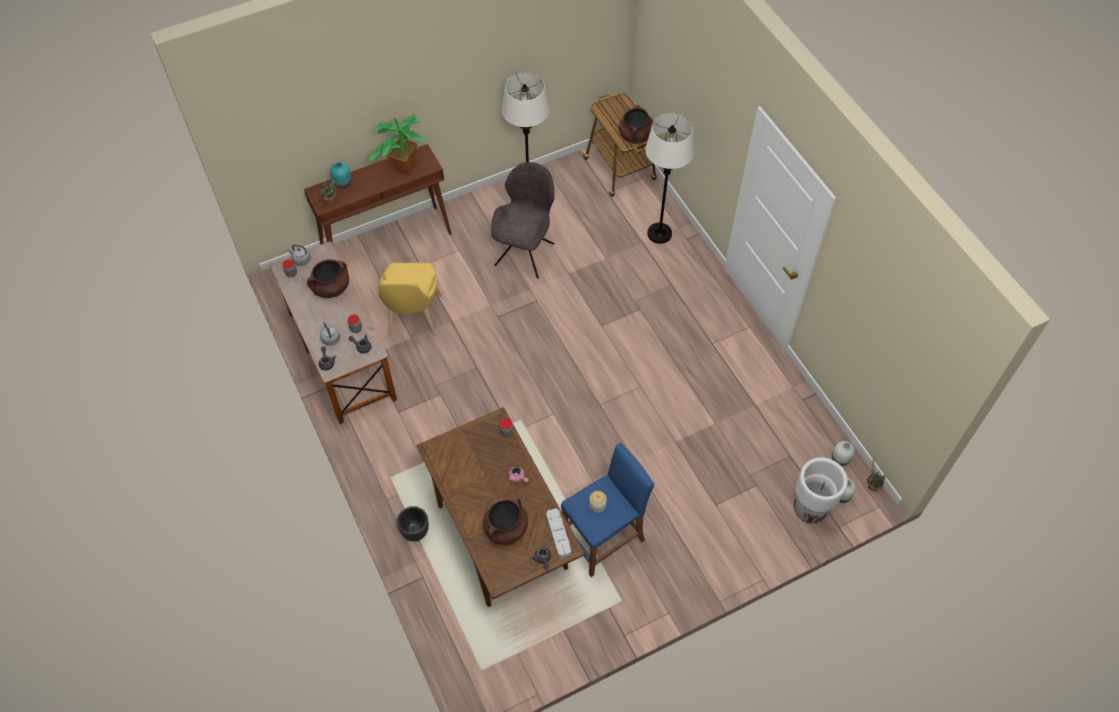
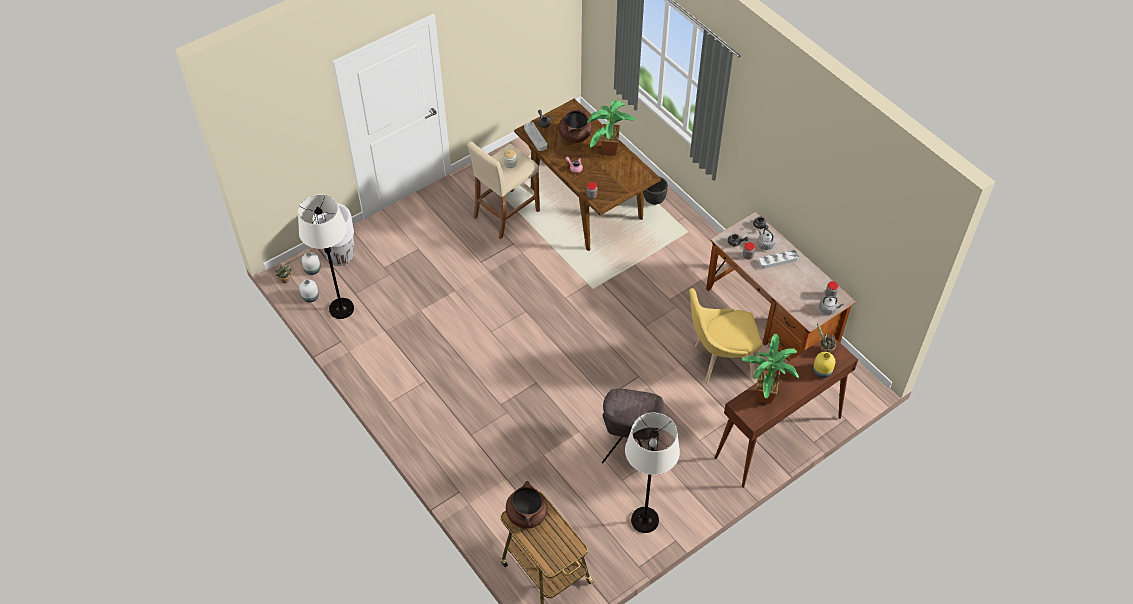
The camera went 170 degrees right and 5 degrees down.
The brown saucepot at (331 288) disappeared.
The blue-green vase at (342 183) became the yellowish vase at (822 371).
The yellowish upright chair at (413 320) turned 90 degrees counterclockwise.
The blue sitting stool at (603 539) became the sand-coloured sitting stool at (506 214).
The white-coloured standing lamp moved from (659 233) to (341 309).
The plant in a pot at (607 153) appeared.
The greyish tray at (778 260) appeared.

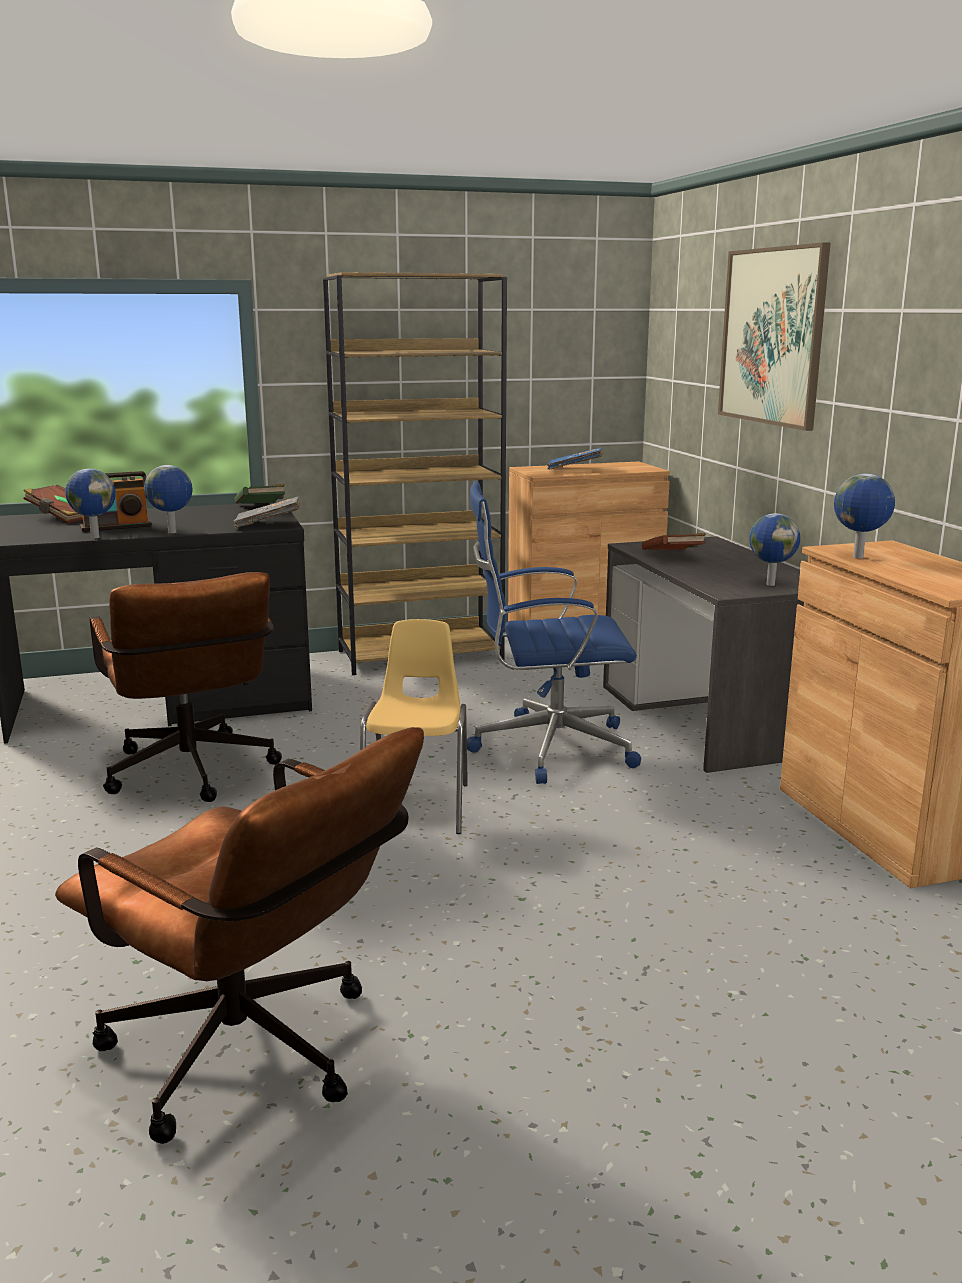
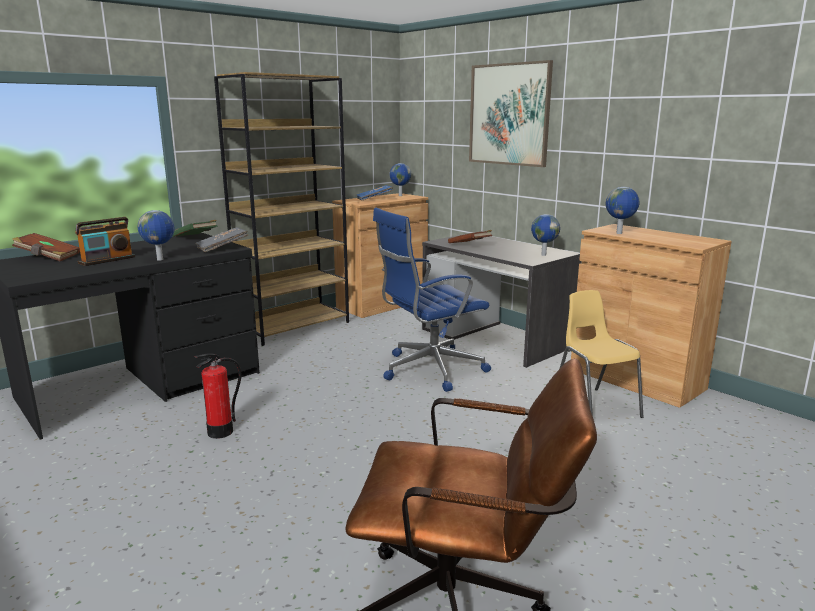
The camera went 25 degrees left and 0 degrees up.
The world globe moved from (94 537) to (400 196).
The brown desk chair at (193 776) was replaced by the fire-fighting cylinder at (220 432).
The yellowish upright chair moved from (418 806) to (594 407).

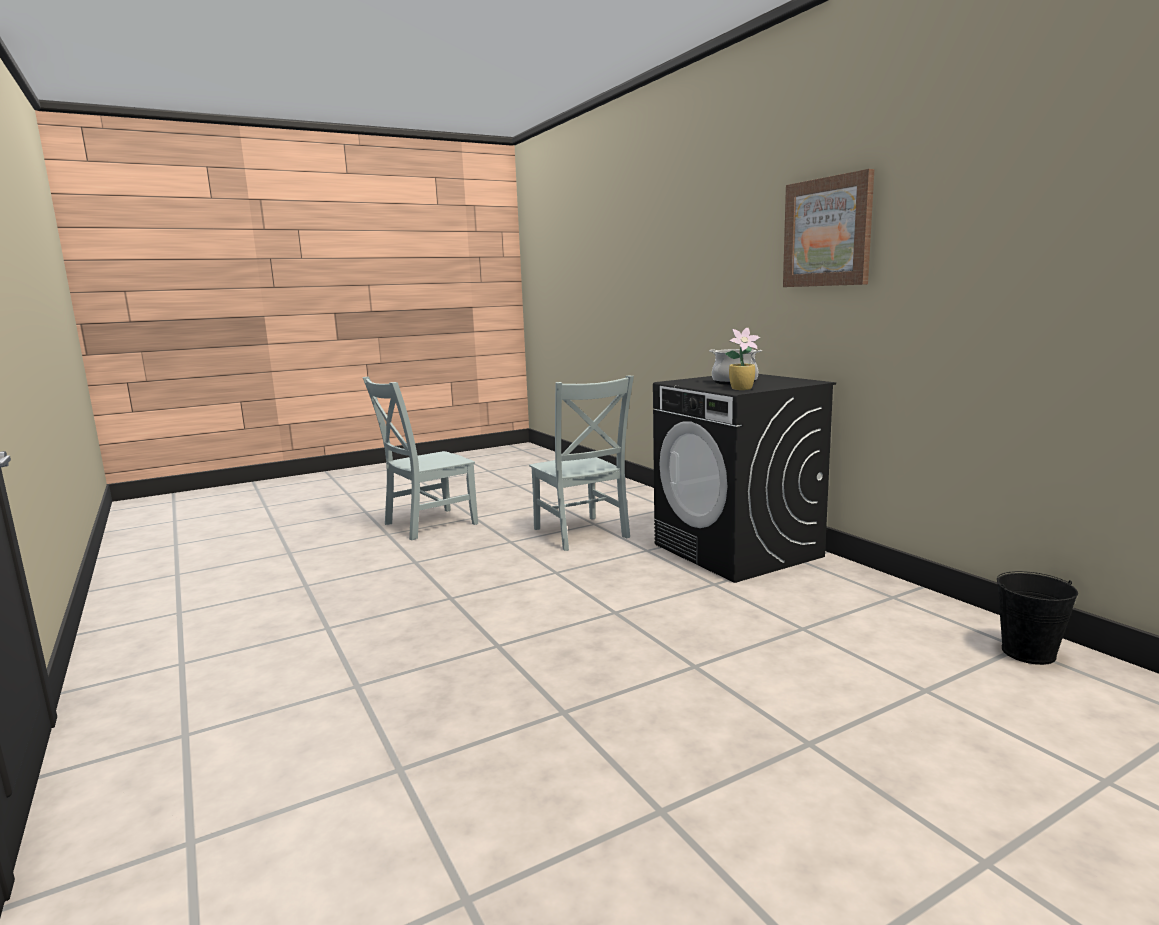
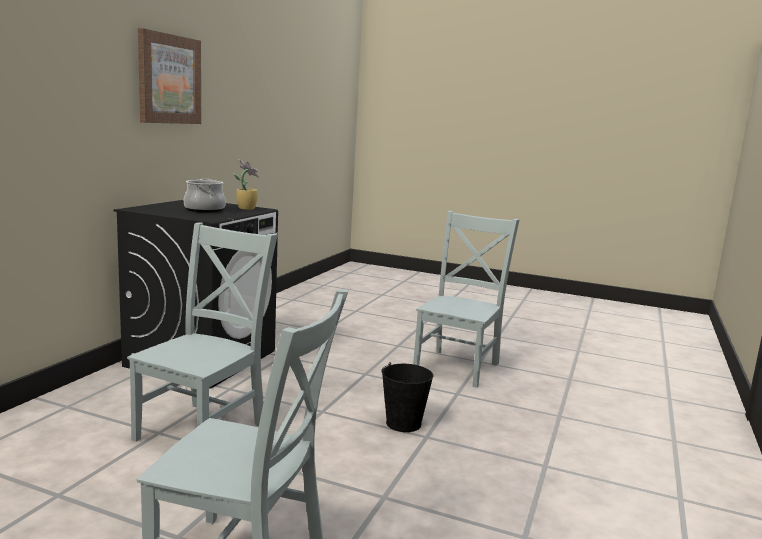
The camera went 130 degrees left and 0 degrees up.
The blackish water bucket moved from (1028 653) to (403 423).
The greyish upright chair at (458 366) appeared.

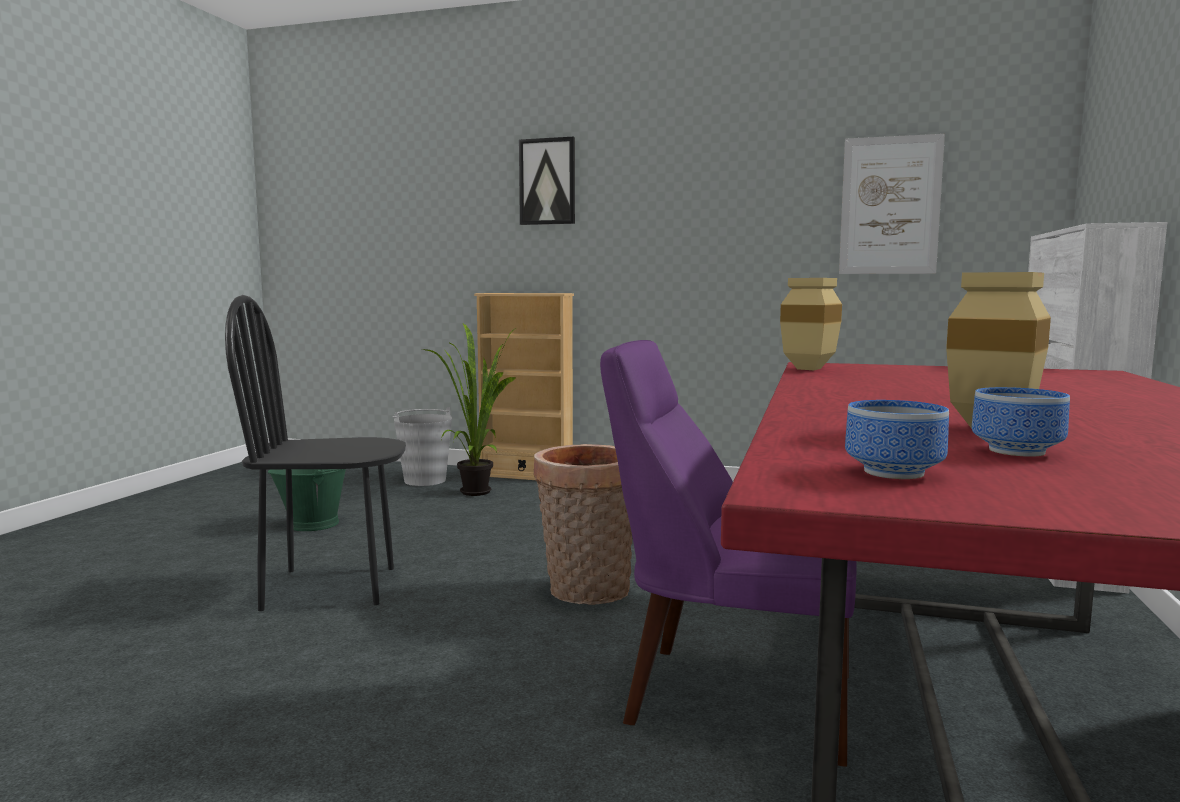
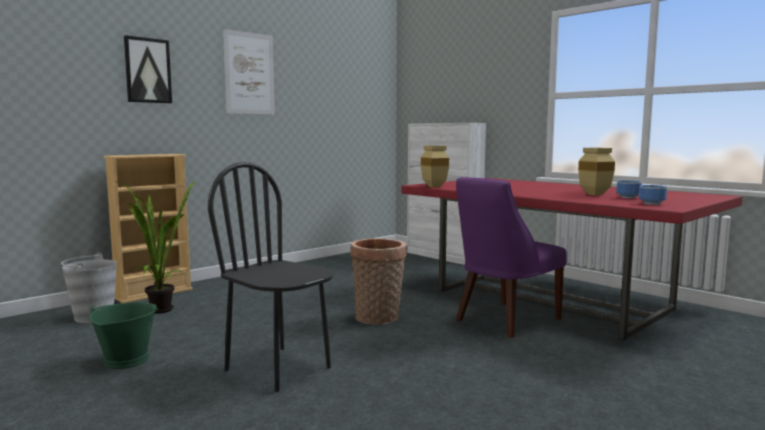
The camera went 60 degrees left and 0 degrees up.
The blackish upright chair at (330 587) turned 105 degrees clockwise.
The wall art moved from (890 206) to (249 73).

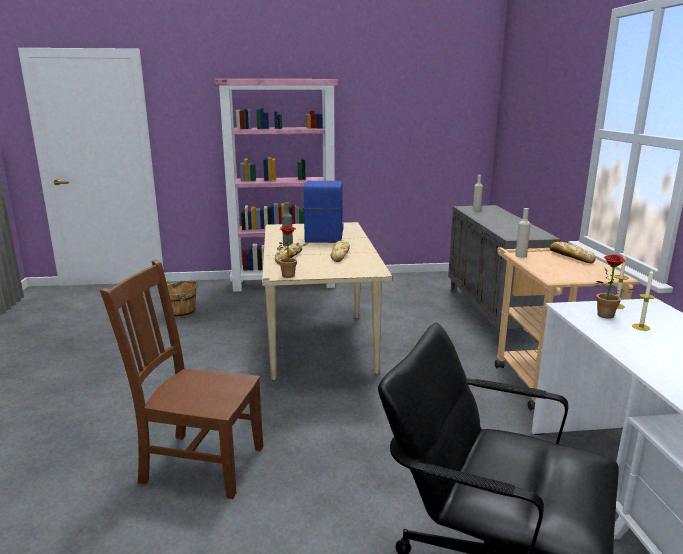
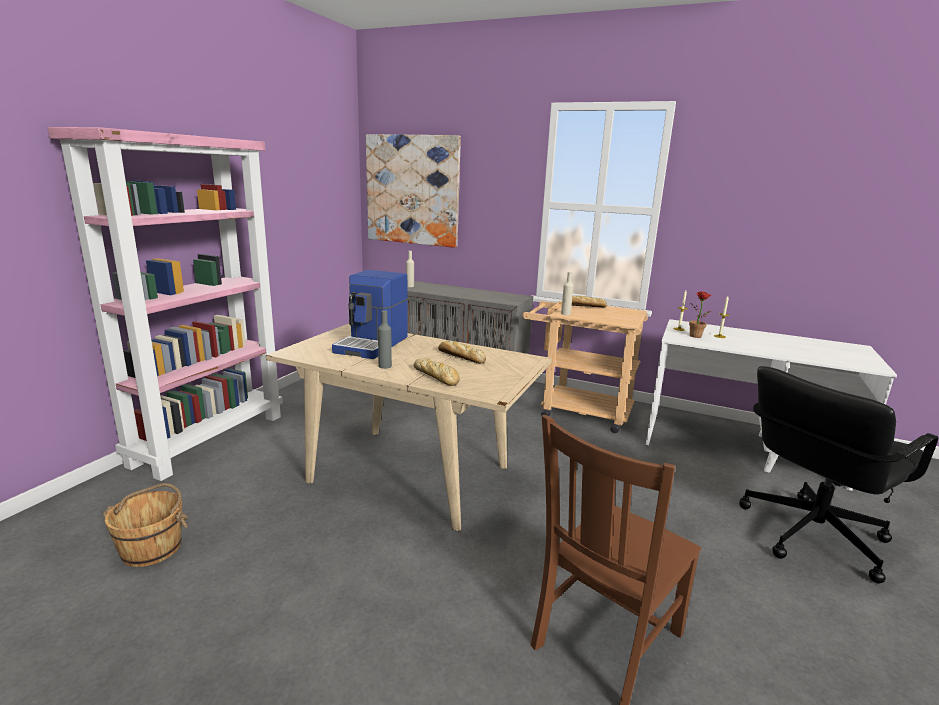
The camera went 60 degrees left and 0 degrees up.
The plant in a pot at (291 275) disappeared.
The coffee machine at (324 235) turned 105 degrees counterclockwise.
The wall art at (412 190) appeared.

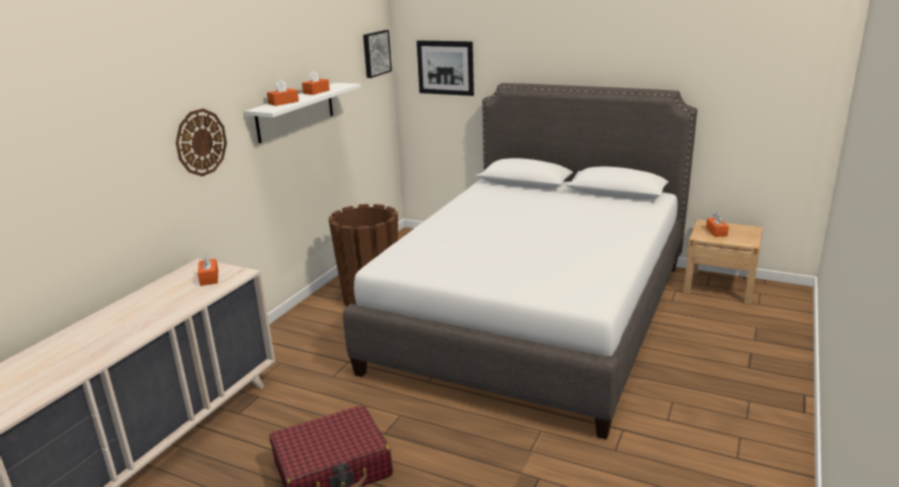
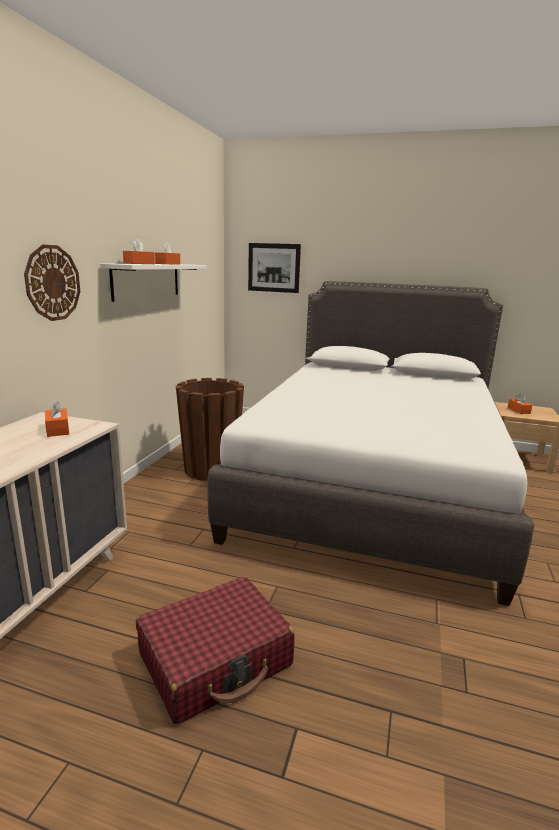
The camera went 10 degrees left and 5 degrees down.
The wall art at (375 53) disappeared.

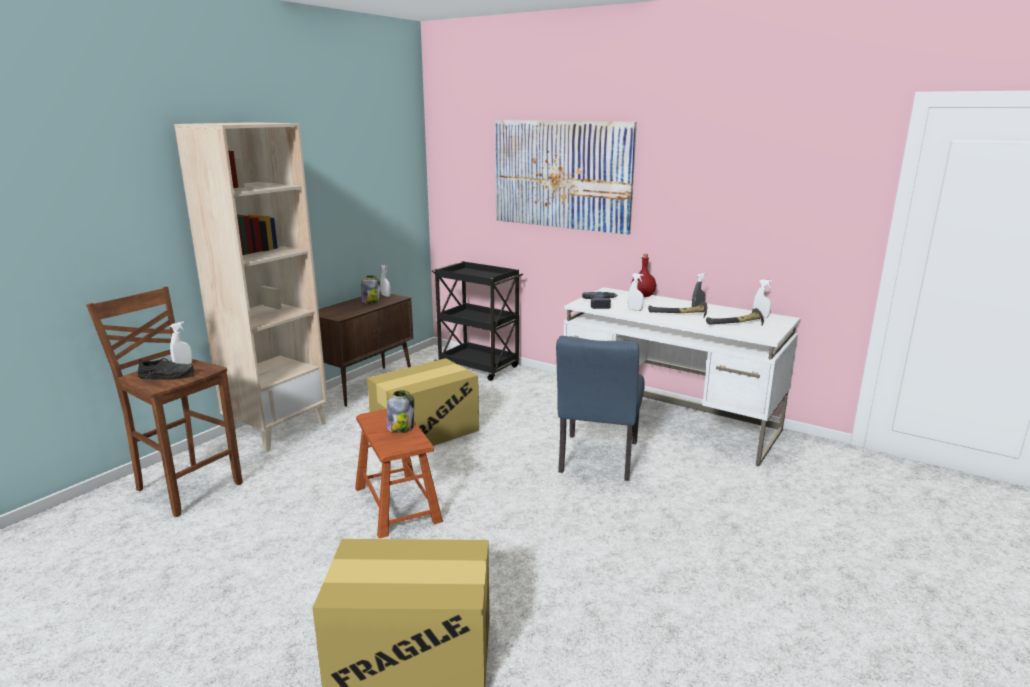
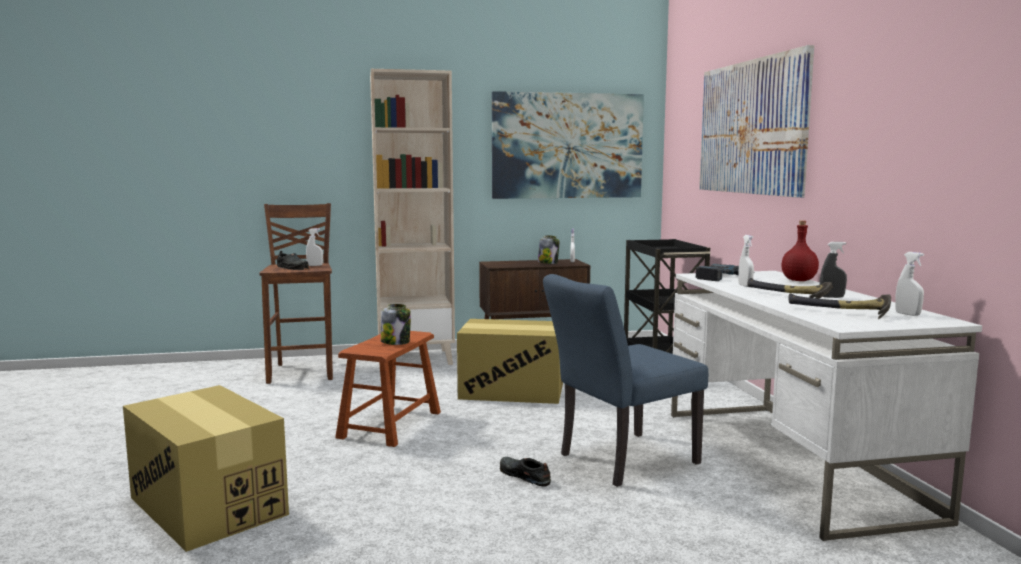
The camera went 45 degrees right and 10 degrees down.
The wall art at (567 146) appeared.
The blackish shoe at (524 476) appeared.

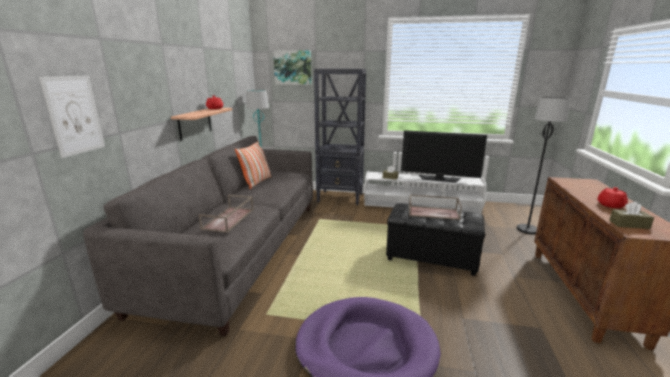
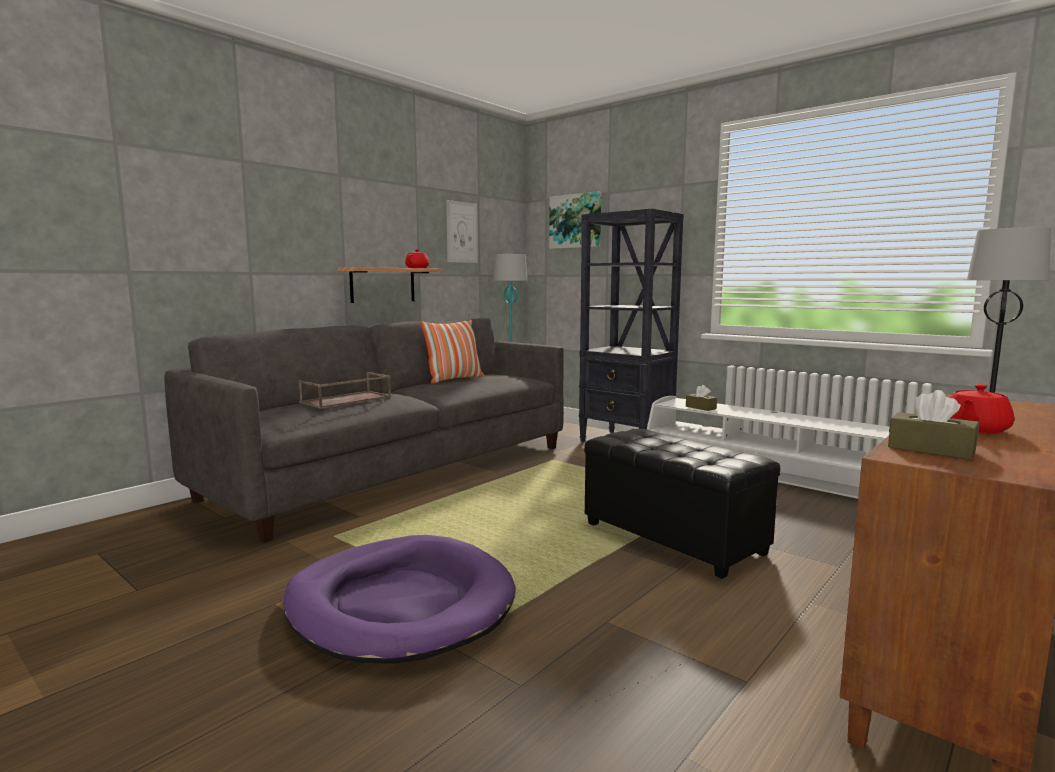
The camera went 30 degrees right and 10 degrees down.
The wall art moved from (74 115) to (462 232).
The TV at (439 179) disappeared.
The brown tray at (433 212) disappeared.

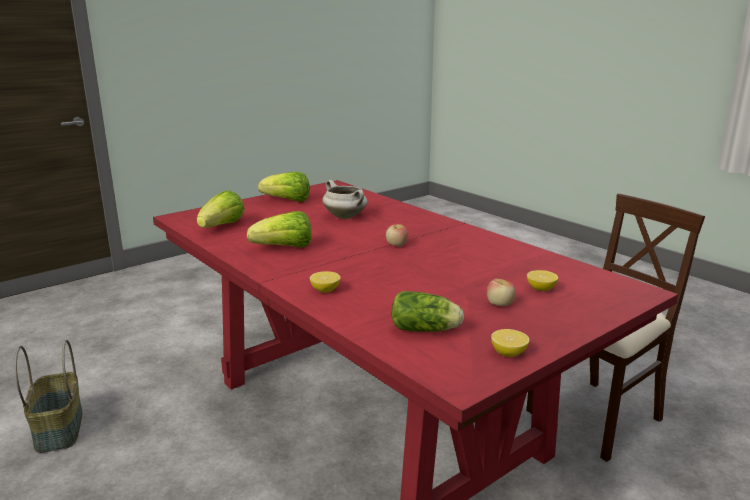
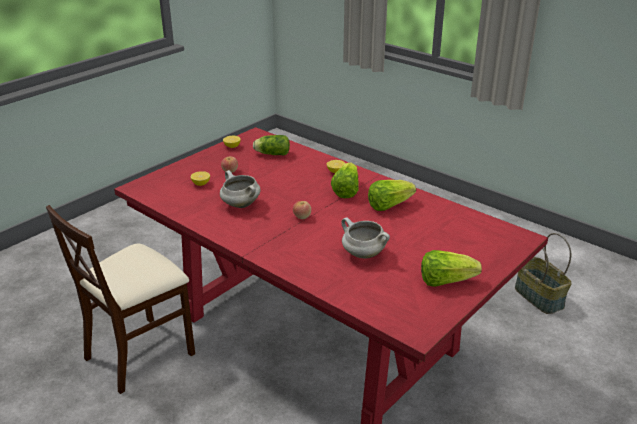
The camera went 170 degrees right and 10 degrees up.
The head of lettuce moved from (222 226) to (346 190).
The white-coloured saucepot at (240 205) appeared.

